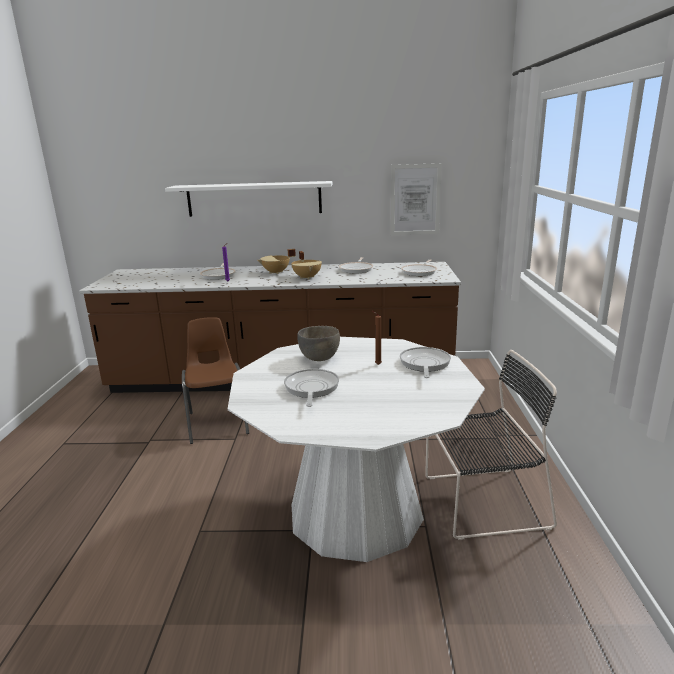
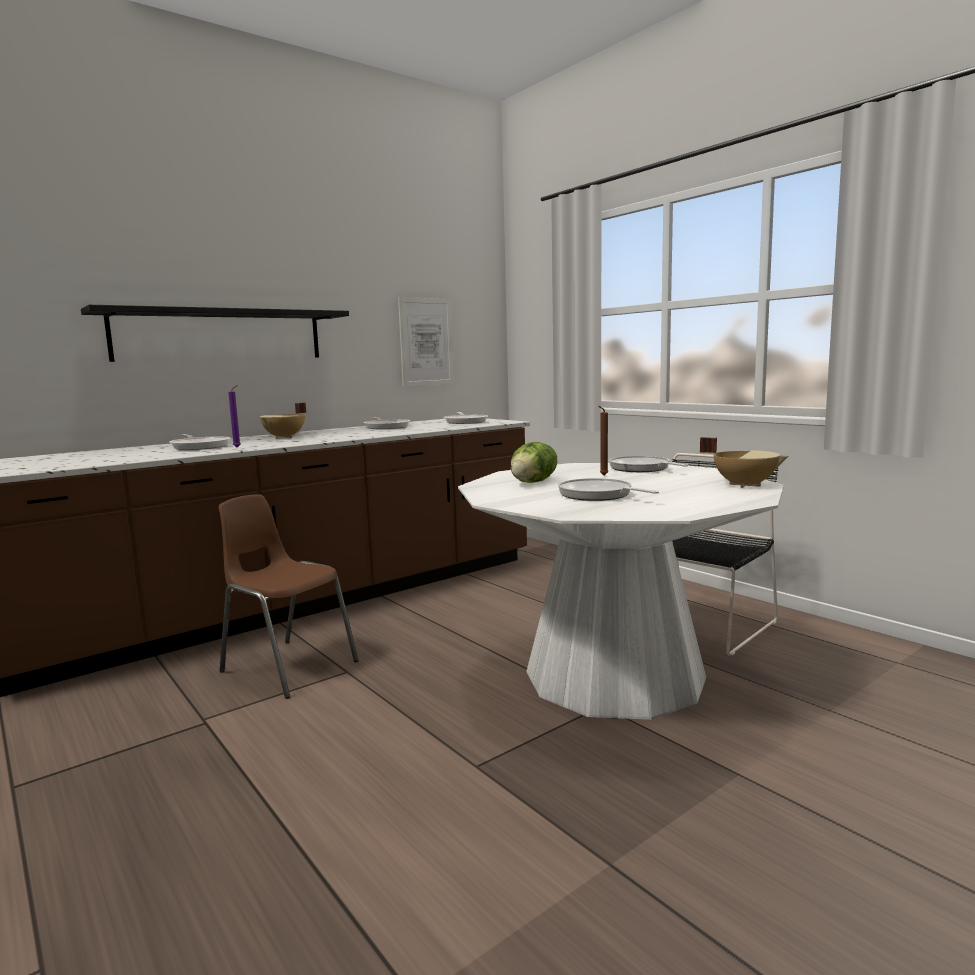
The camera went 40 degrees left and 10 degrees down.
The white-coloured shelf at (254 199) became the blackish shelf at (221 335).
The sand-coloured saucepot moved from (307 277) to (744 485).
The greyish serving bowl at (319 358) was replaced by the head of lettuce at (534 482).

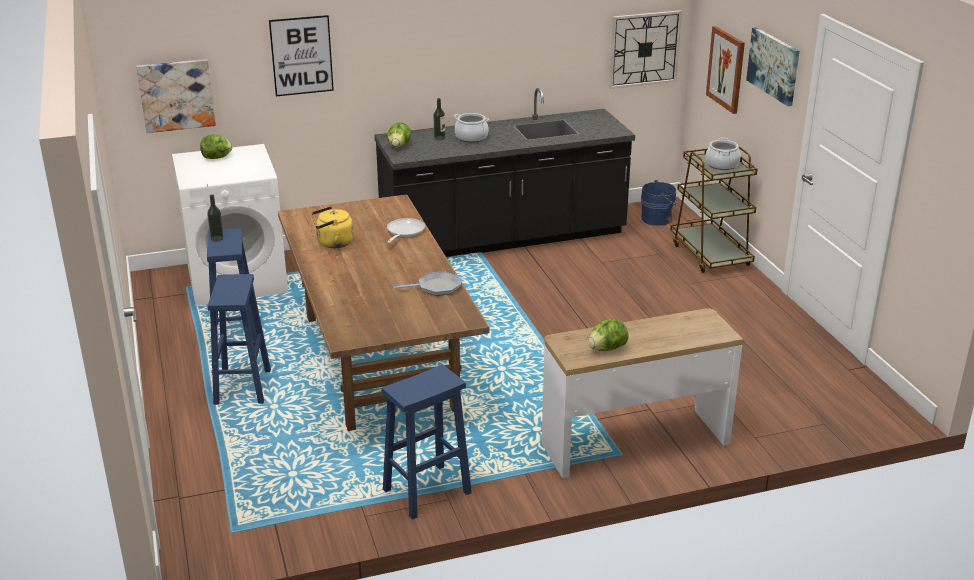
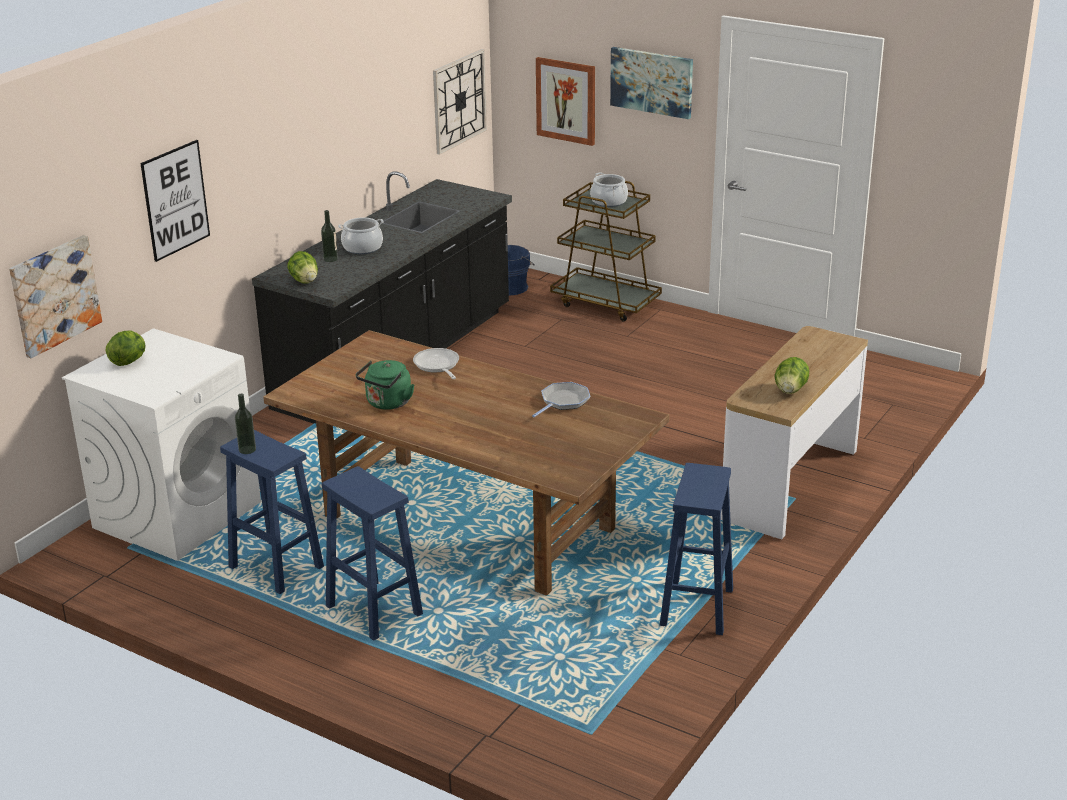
The camera went 40 degrees left and 0 degrees up.
The yellowish tea kettle at (333 243) became the green-coloured tea kettle at (387 403).

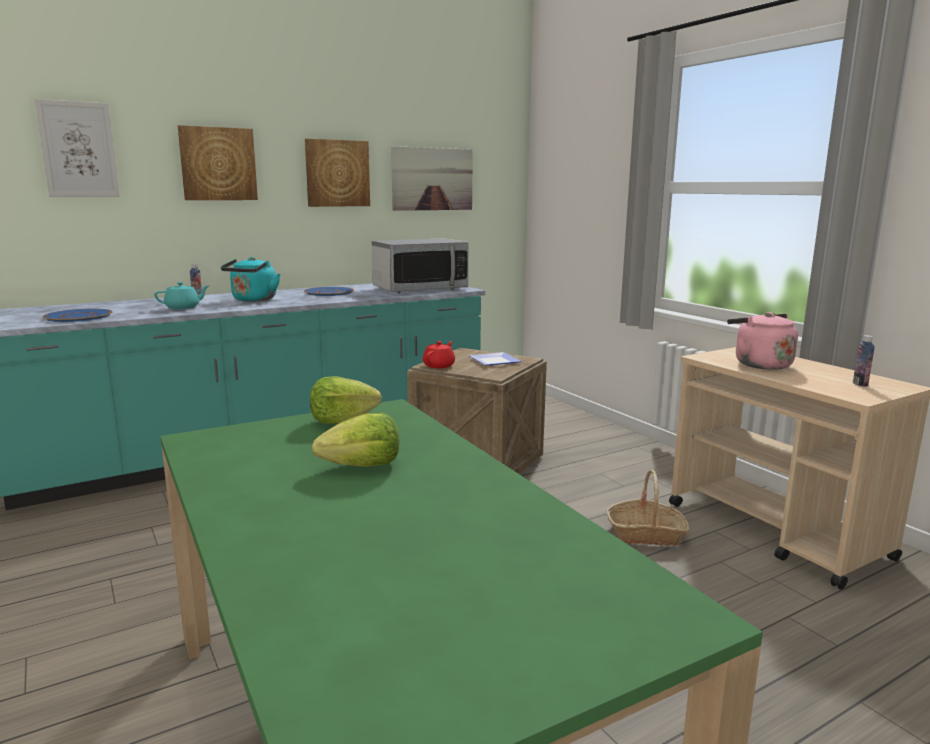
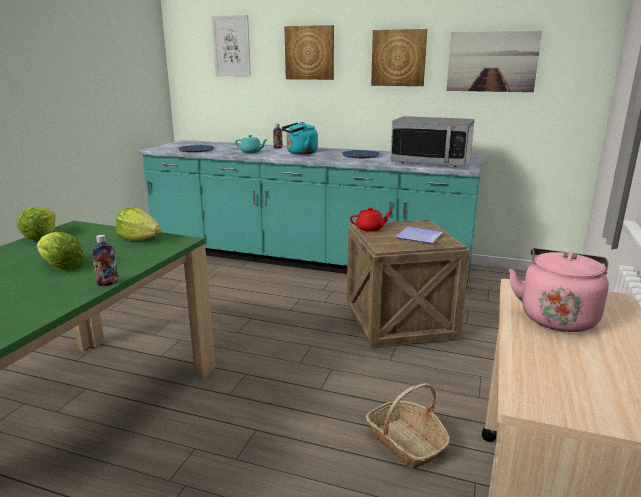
The camera went 50 degrees right and 5 degrees up.
The beverage bottle moved from (860 384) to (108 283).
The head of lettuce at (41 236) appeared.

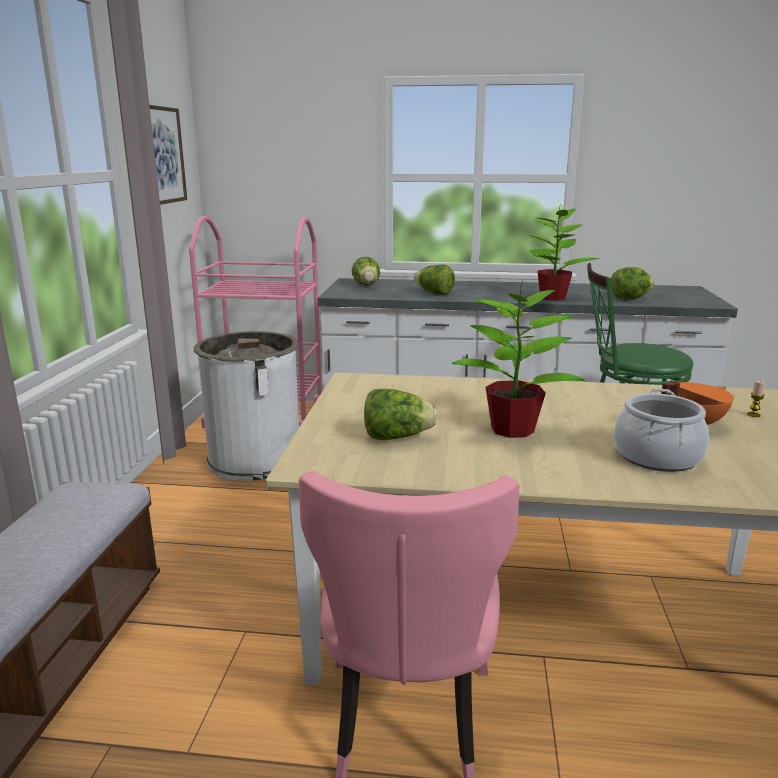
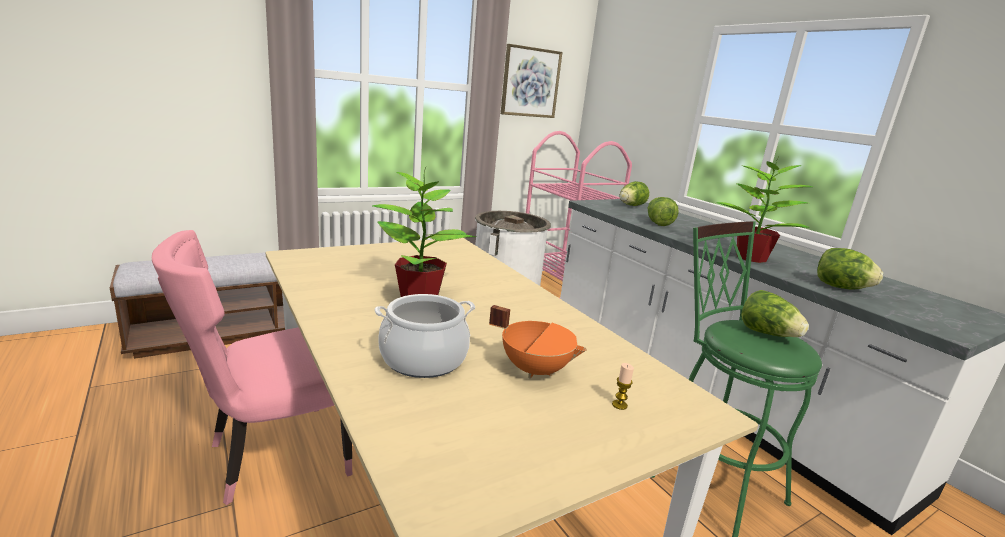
The camera went 50 degrees right and 0 degrees up.
The head of lettuce moved from (396 437) to (767 334).

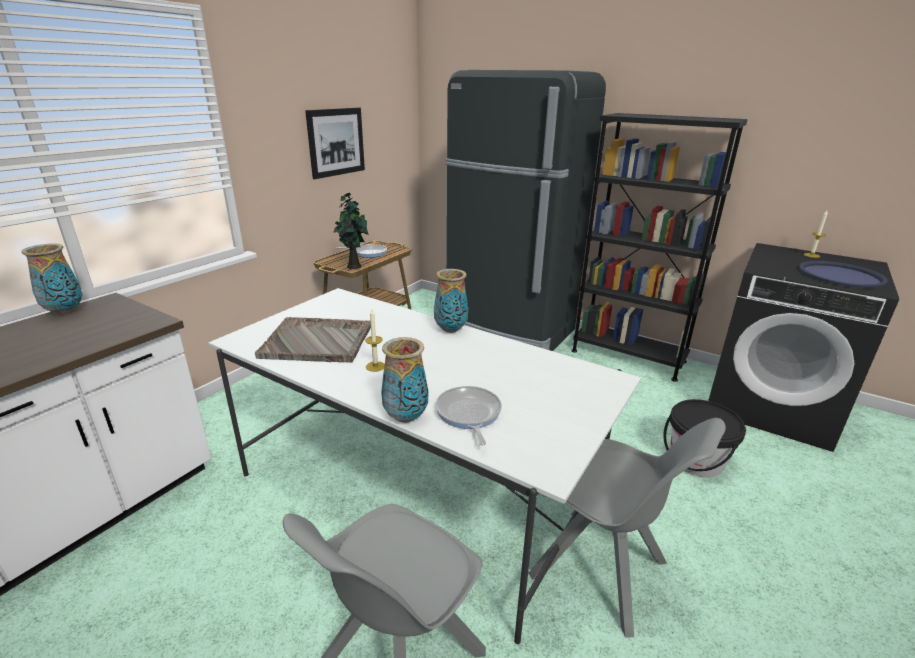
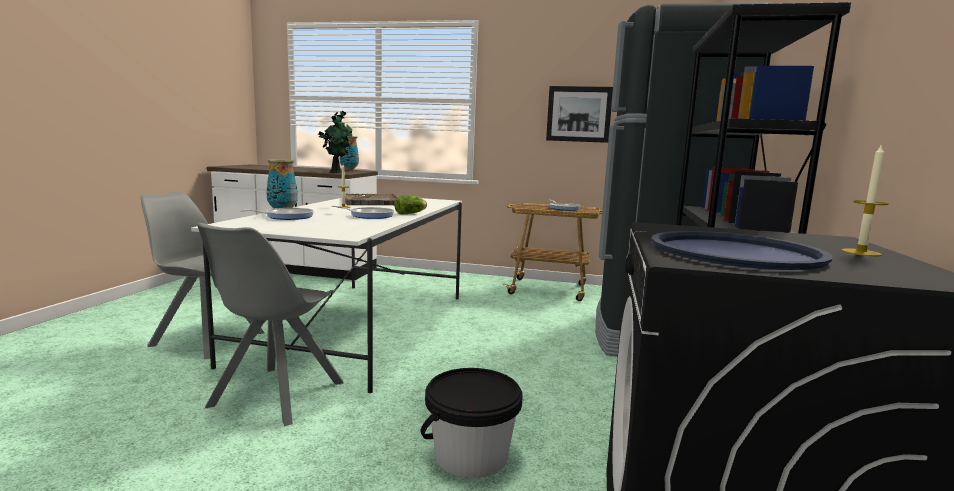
The camera went 70 degrees right and 15 degrees down.
The plant in a pot moved from (353 266) to (336 172).
The vase at (450 330) was replaced by the head of lettuce at (411 213).
The pan at (369 215) appeared.

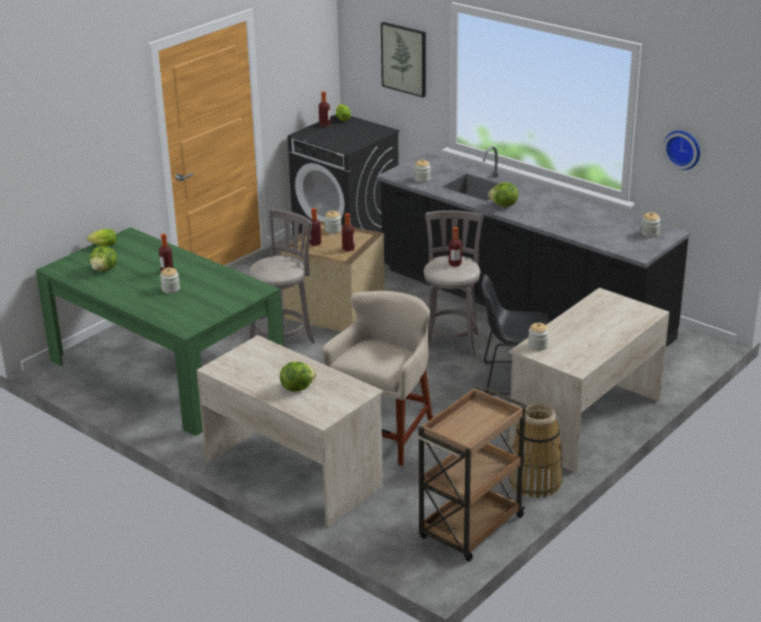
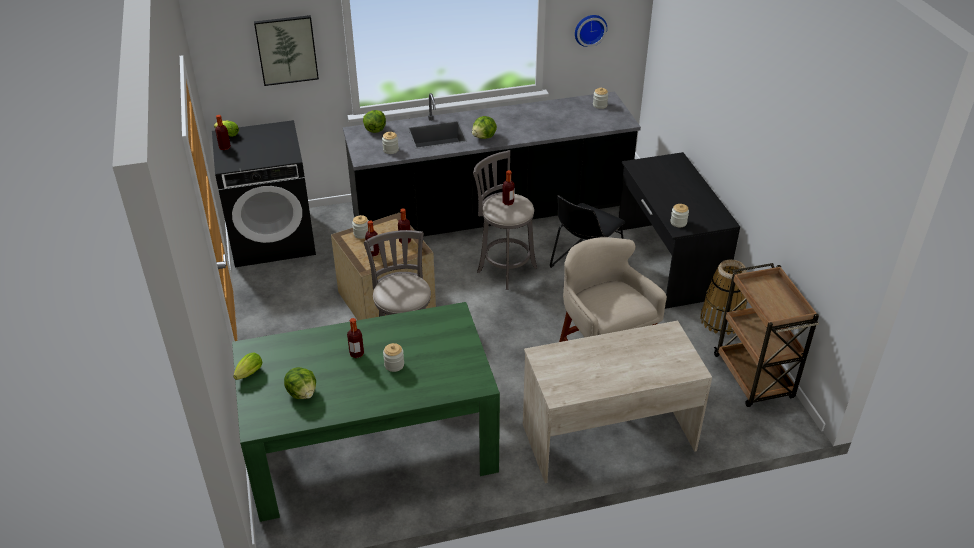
The camera went 55 degrees left and 10 degrees up.
The head of lettuce moved from (297 387) to (375 130).
The sand-coloured desk unit at (584 421) became the blackish desk unit at (667 262).

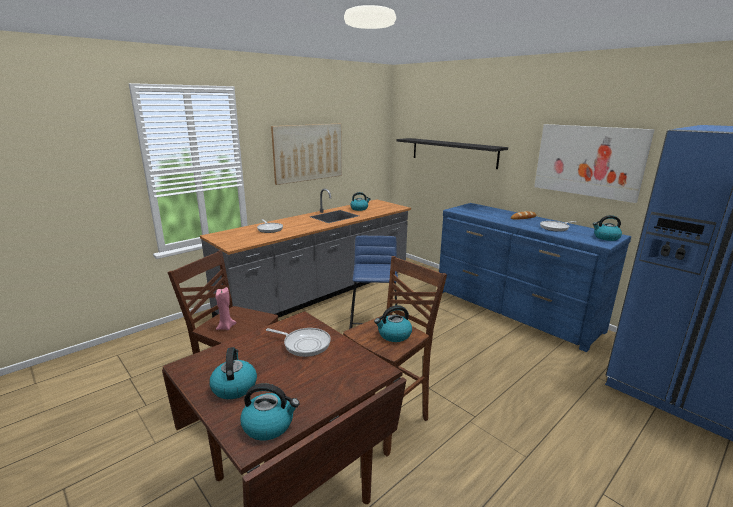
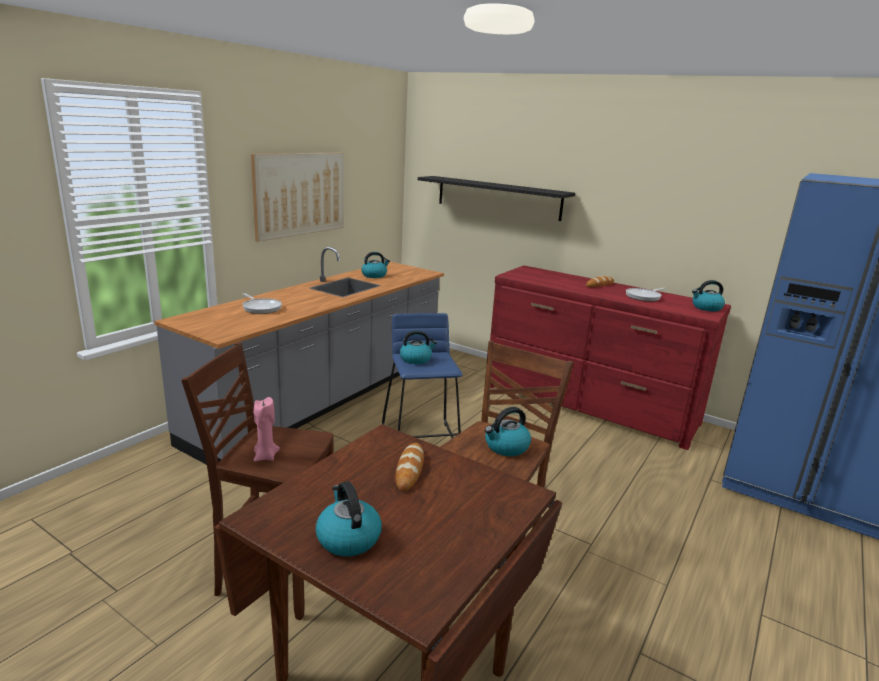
The camera went 15 degrees left and 0 degrees up.
The tea kettle moved from (269 425) to (416 359).
The pan at (304 344) was replaced by the baked bread at (409 469).
The blue chest of drawers at (514 310) became the red chest of drawers at (589 404).
The wall art at (588 161) disappeared.

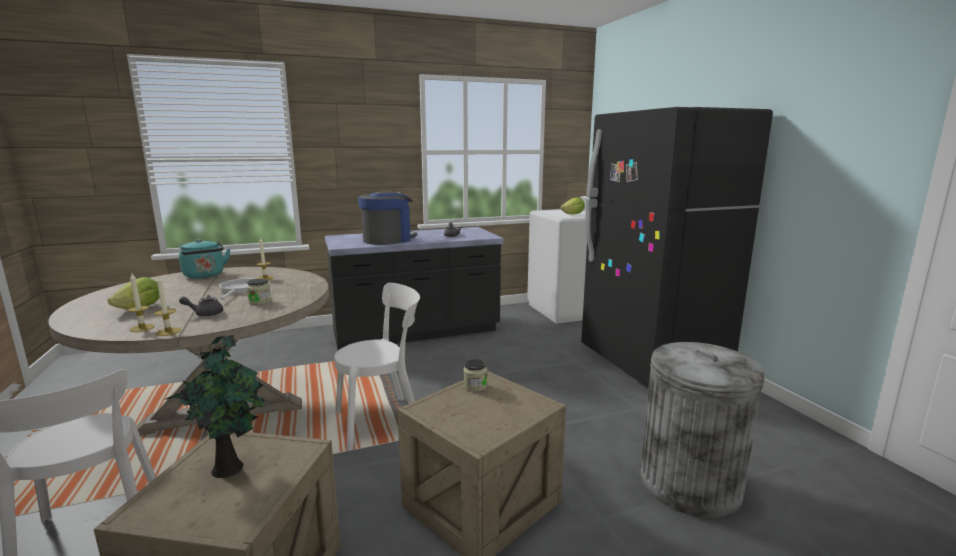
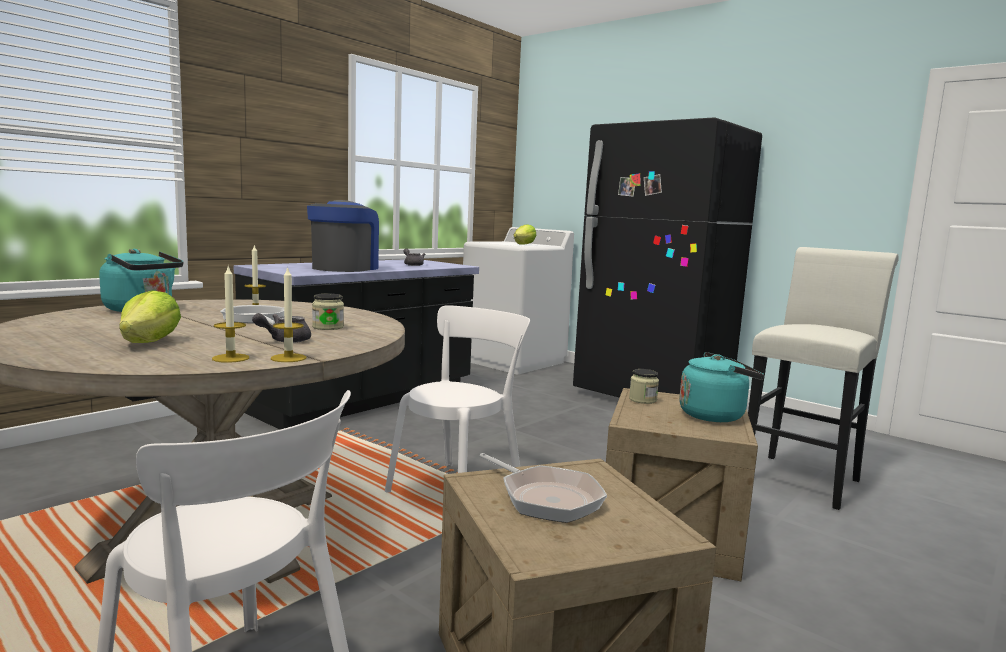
The camera went 30 degrees left and 5 degrees down.
The plant in a pot at (230 467) was replaced by the pan at (546 498).
The greyish waste bin at (690 484) was replaced by the white-coloured sitting stool at (803 478).
The blue-green tea kettle at (715 415) appeared.

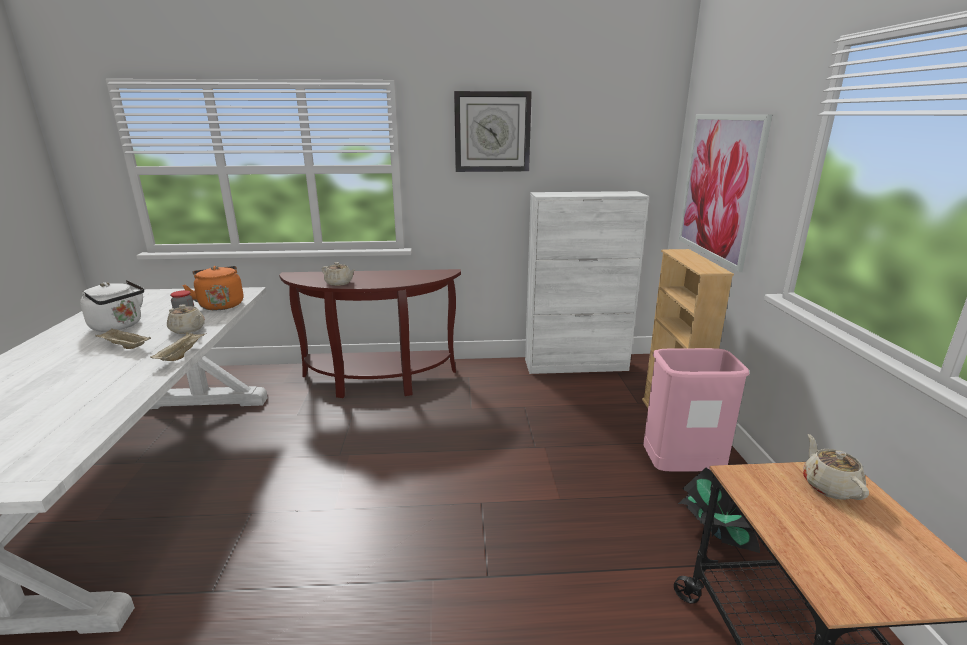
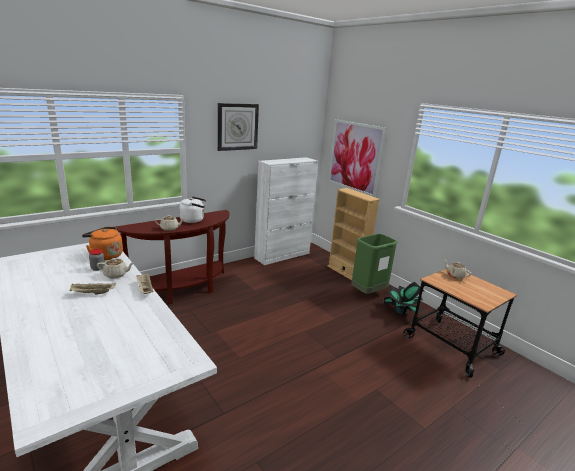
The camera went 35 degrees left and 0 degrees up.
The white-coloured tea kettle moved from (119 326) to (193 220).
The pink waste bin at (681 471) became the green-coloured waste bin at (368 293).

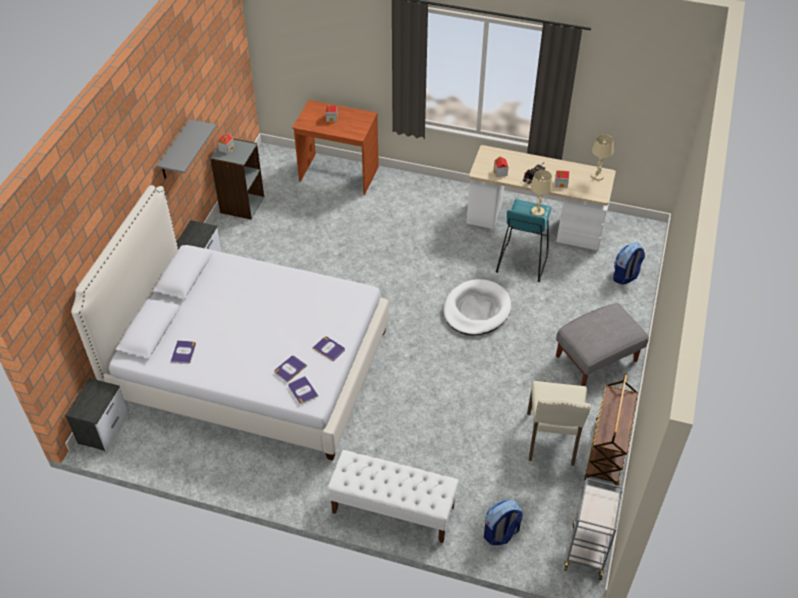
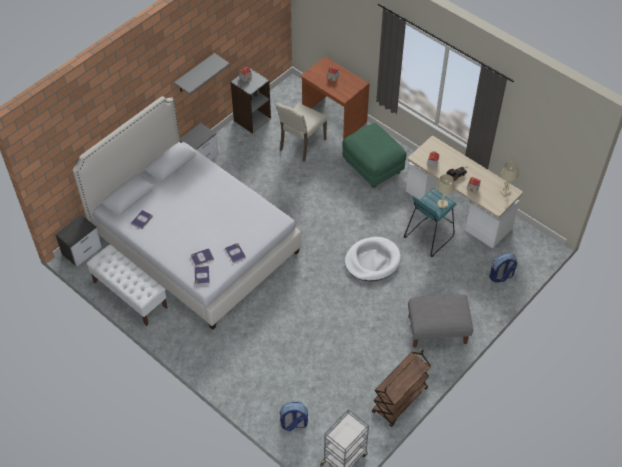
The camera went 25 degrees right and 5 degrees up.
The white-coloured bench moved from (392 510) to (130 294).
The sand-coloured upright chair moved from (552 440) to (301 145).
The green-coloured footrest at (373 167) appeared.

